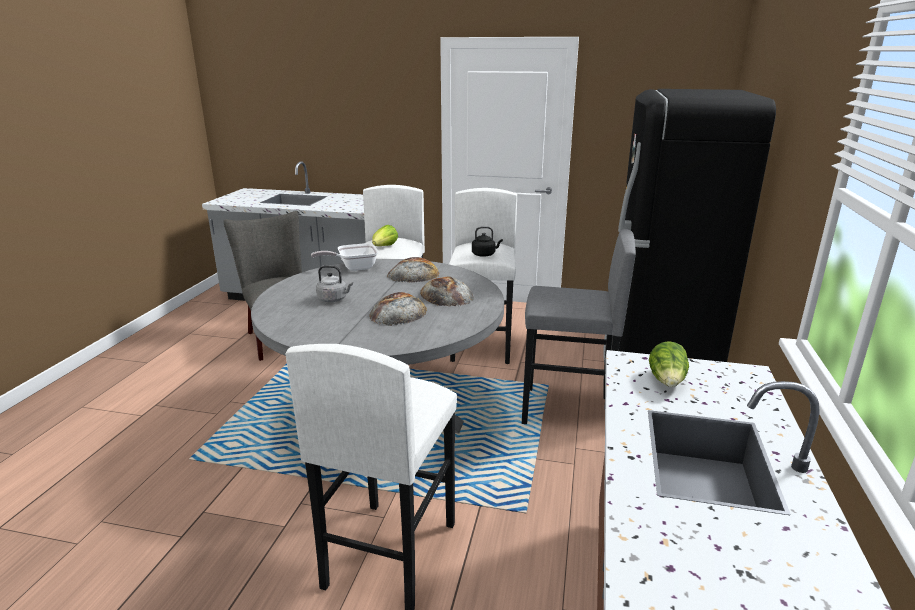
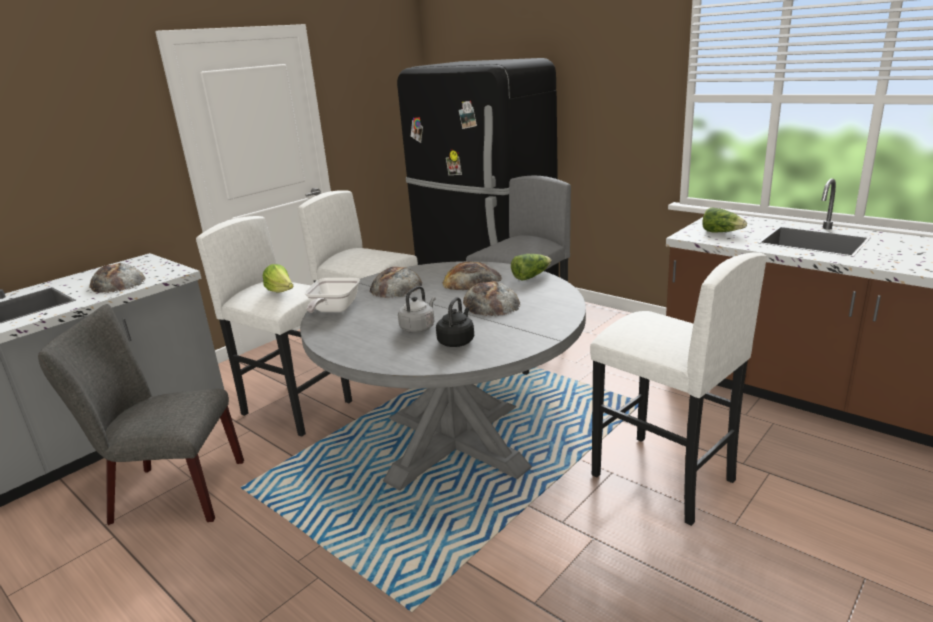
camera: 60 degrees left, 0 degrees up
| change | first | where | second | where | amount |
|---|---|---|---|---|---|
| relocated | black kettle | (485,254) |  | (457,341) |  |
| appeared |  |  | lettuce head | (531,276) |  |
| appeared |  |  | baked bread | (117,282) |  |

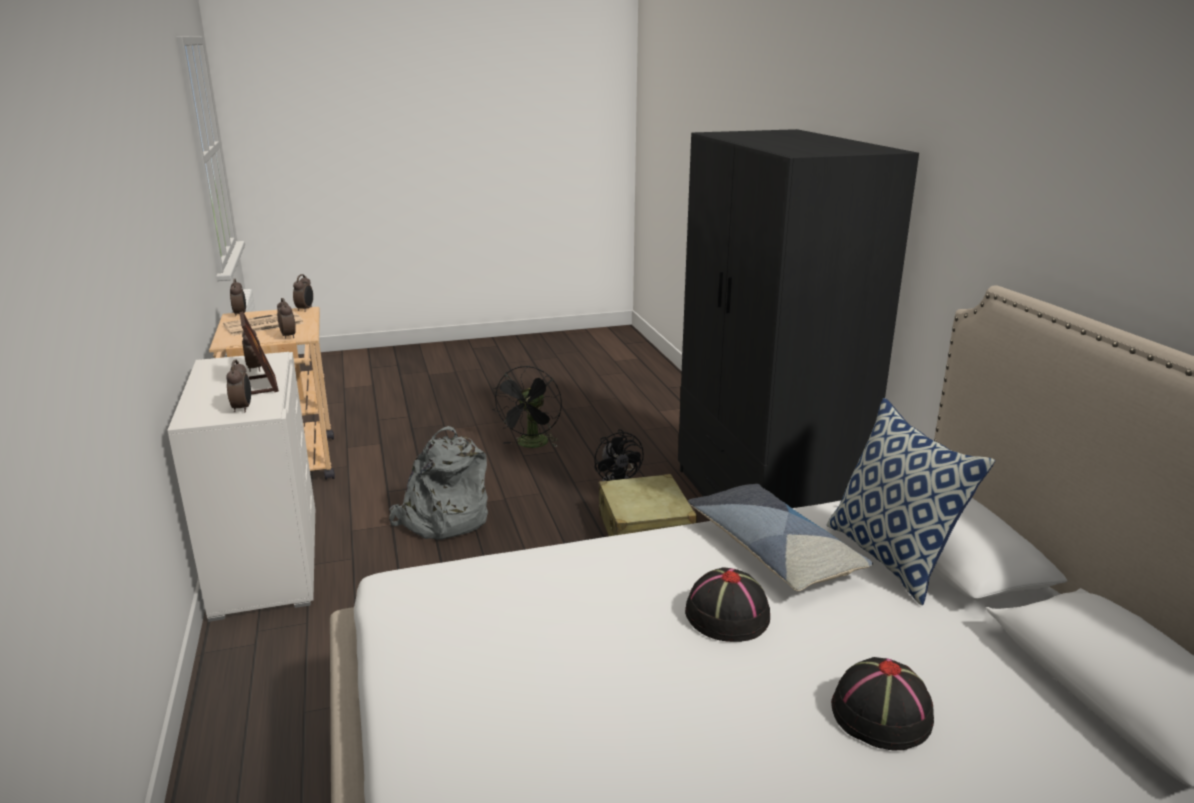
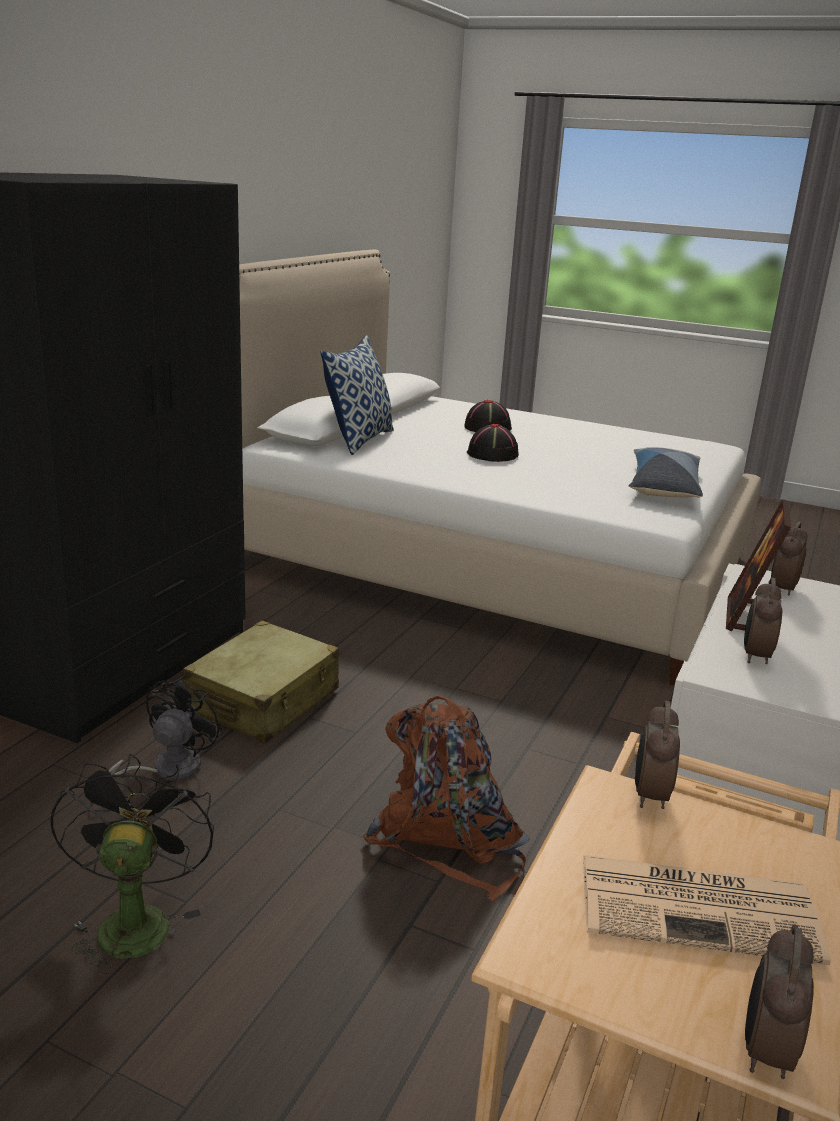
camera: 140 degrees left, 0 degrees up
| change | first | where | second | where | amount |
|---|---|---|---|---|---|
| missing | bedside clock | (305,309) |  |  |  |
| spun | black electric fan | (531,445) |  | (134,920) | 60 degrees counterclockwise |
| colour | gray backpack | (442,520) | brownish backpack | (448,838) |  |
| relocated | cushion | (772,549) |  | (663,486) |  |

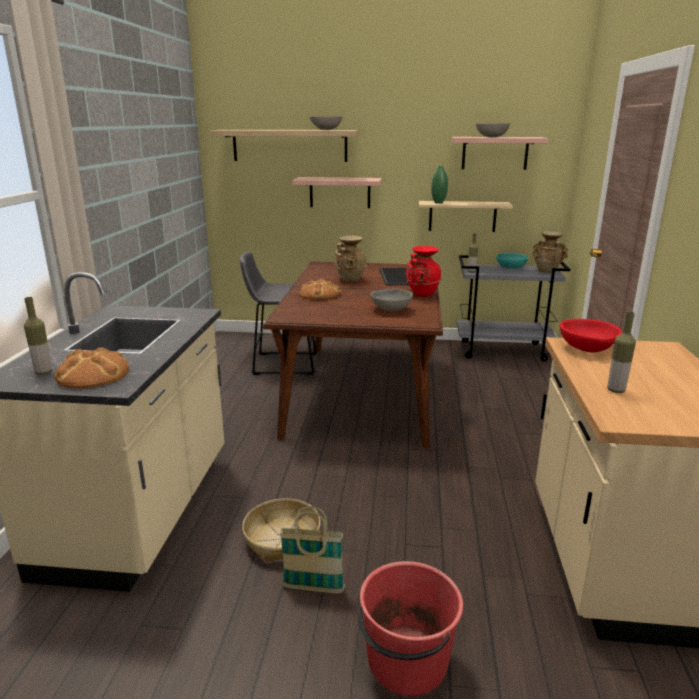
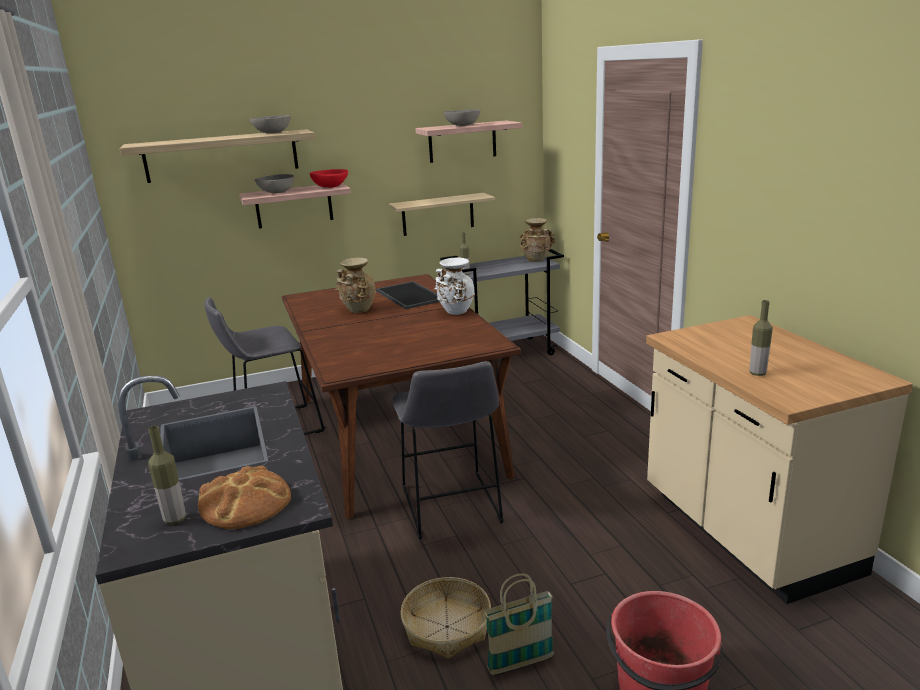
camera: 25 degrees left, 0 degrees up
| change | first | where | second | where | amount |
|---|---|---|---|---|---|
| missing | green-coloured flower vase | (438,203) |  |  |  |
| colour | reddish flower vase | (421,294) | whitish flower vase | (455,312) |  |
| missing | turquoise-coloured deep dish | (510,268) |  |  |  |
| missing | baked bread | (319,294) |  |  |  |
| relocated | gray deep dish | (390,309) |  | (276,192) |  |
| relocated | reddish deep dish | (587,349) |  | (330,187) |  |
| appeared |  |  | gray stool | (451,509) |  |

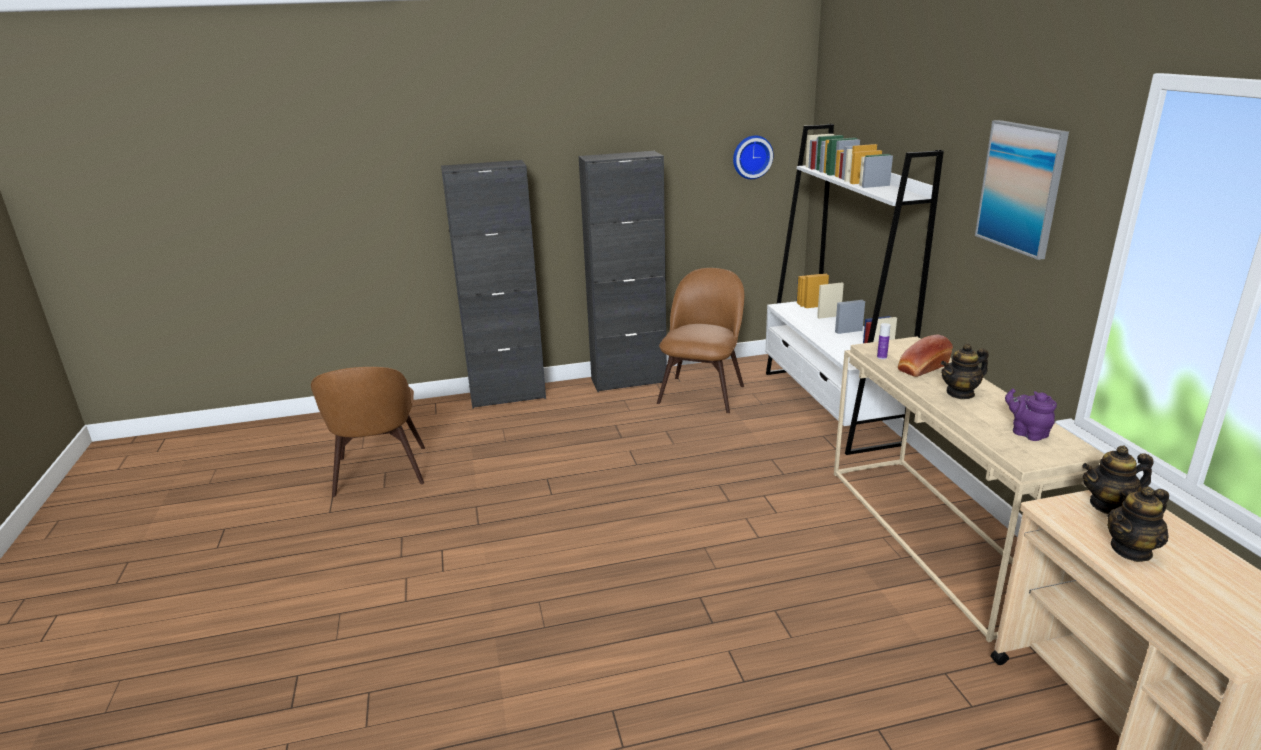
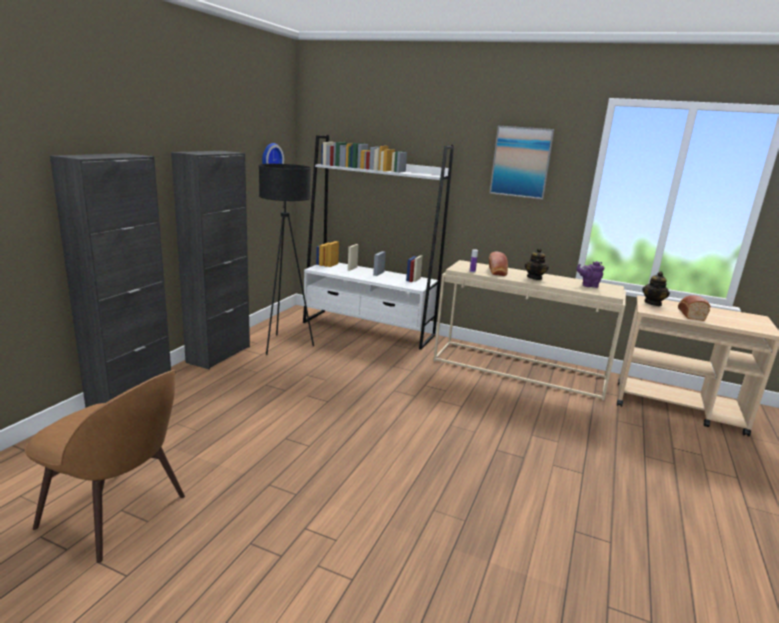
camera: 55 degrees left, 5 degrees down
| change | first | where | second | where | amount |
|---|---|---|---|---|---|
| exchanged | brownish chair | (702,392) | black floor lamp | (285,345) |  |
| exchanged | tea pot | (1131,550) | baked bread | (690,314) |  |

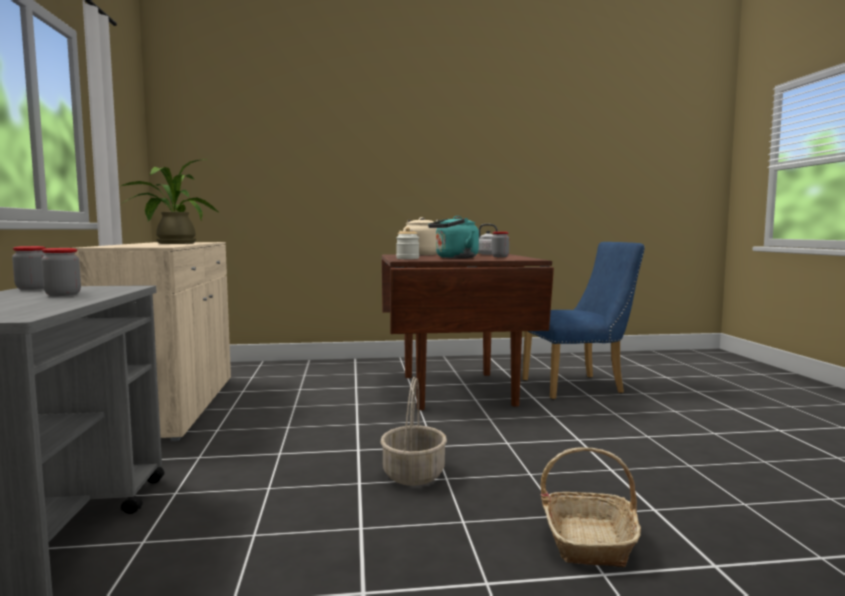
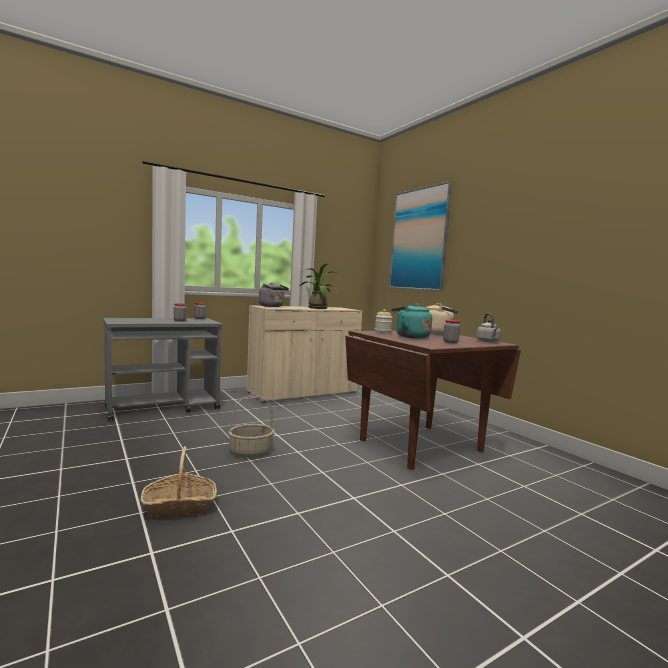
camera: 65 degrees right, 0 degrees up
| change | first | where | second | where | amount |
|---|---|---|---|---|---|
| missing | blue-coloured chair | (579,387) |  |  |  |
| appeared |  |  | wall art | (419,239) |  |
| appeared |  |  | gray kettle | (272,306) |  |

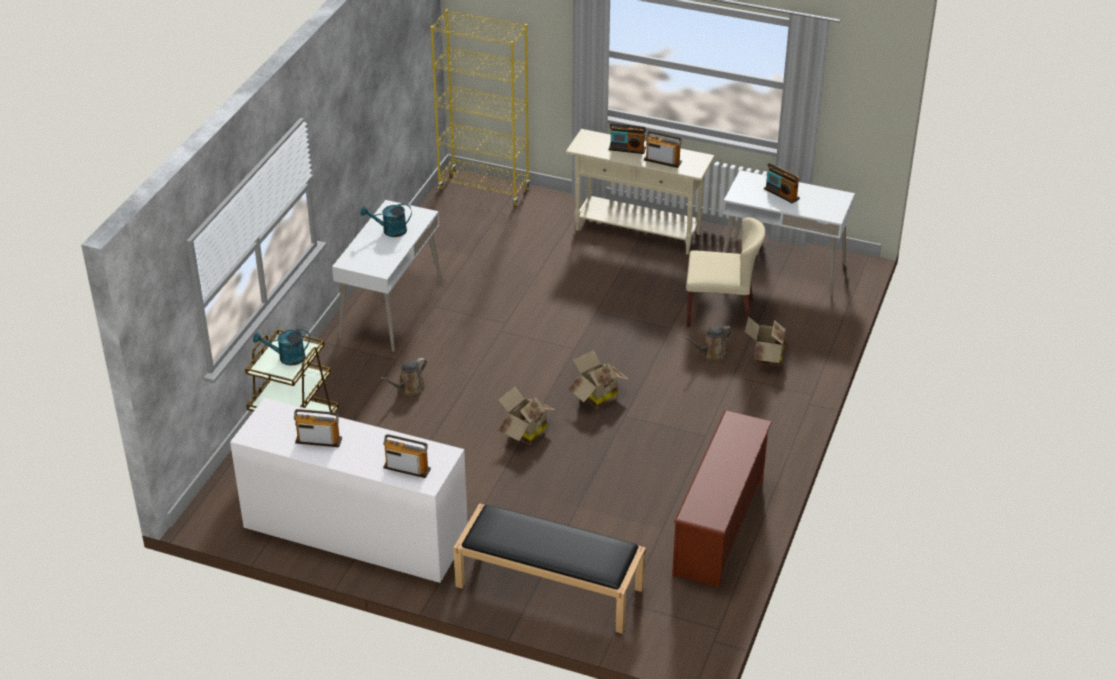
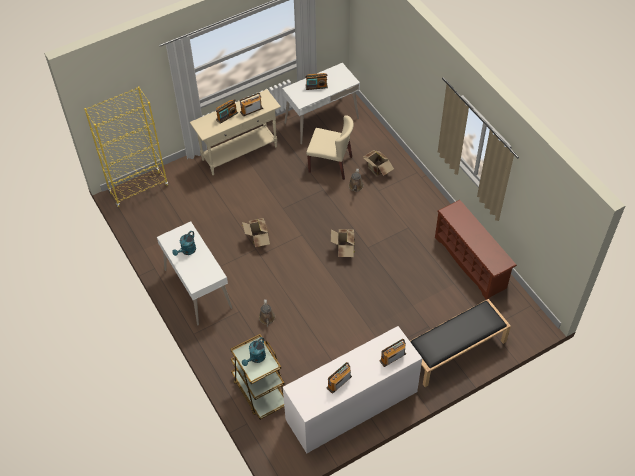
camera: 50 degrees left, 15 degrees up
| change | first | where | second | where | amount |
|---|---|---|---|---|---|
| spun | sand-coloured chair | (720,313) |  | (331,164) | 60 degrees clockwise |
| relocated | packing box | (524,432) |  | (258,239) |  |

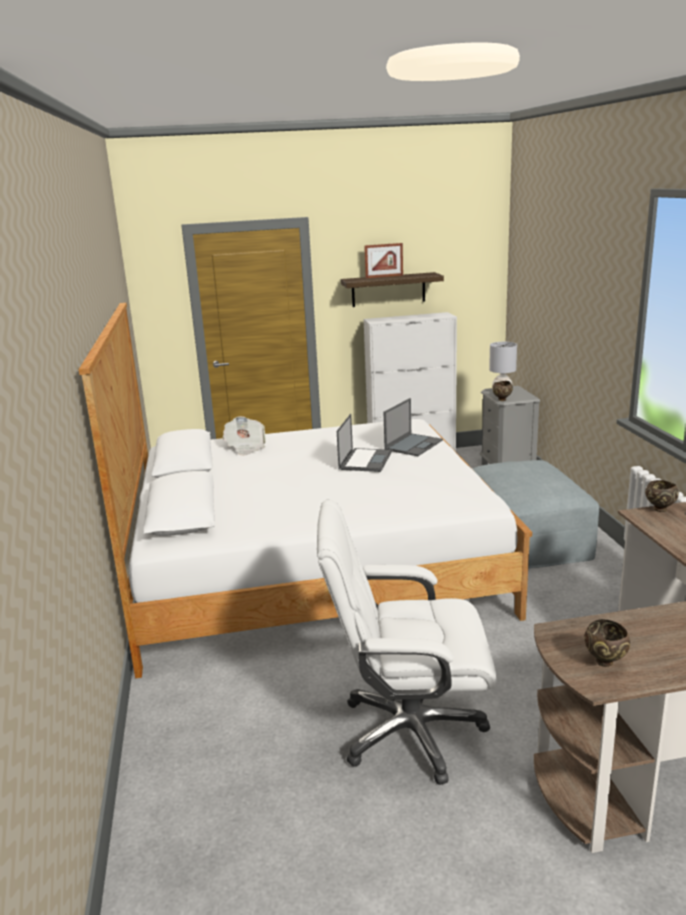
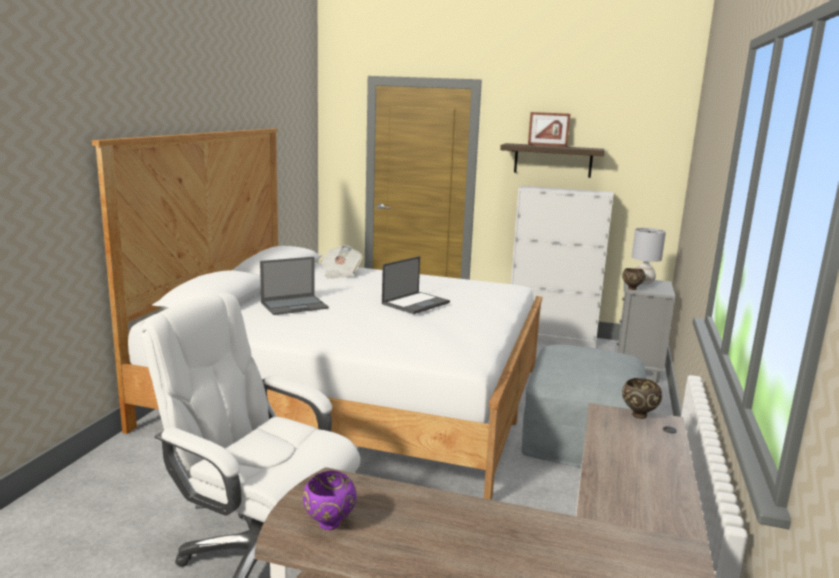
camera: 25 degrees right, 5 degrees down
| change | first | where | second | where | amount |
|---|---|---|---|---|---|
| relocated | laptop | (414,445) |  | (295,305) |  |
| colour | brownish deep dish | (605,662) | purplish deep dish | (329,525) |  |

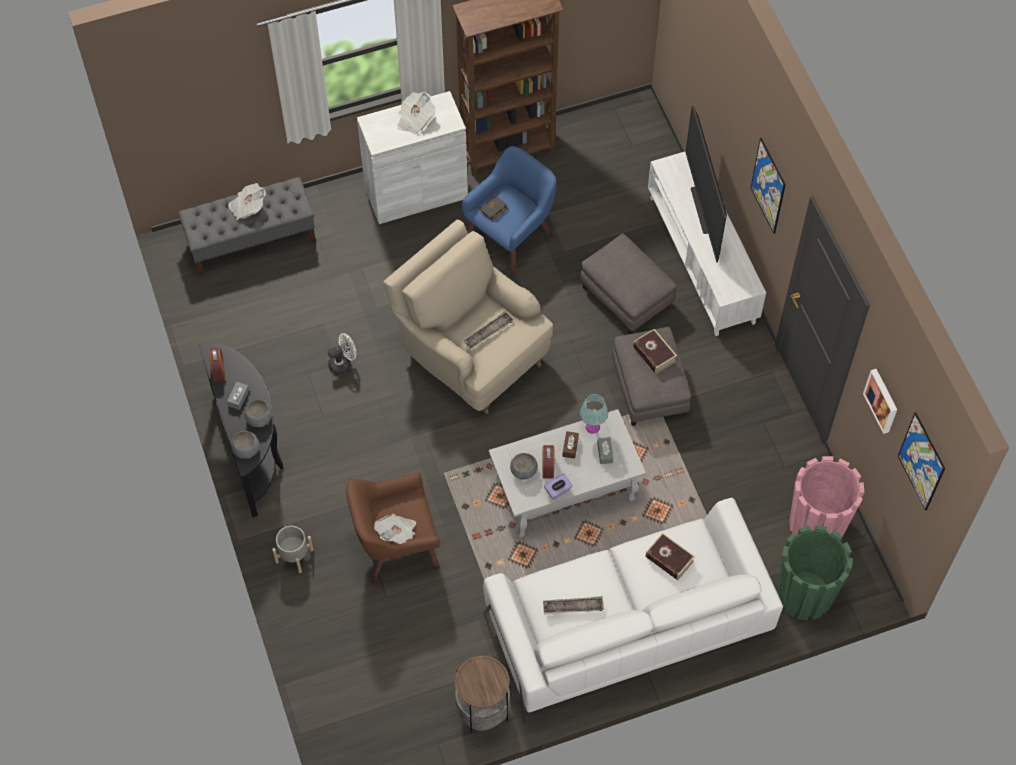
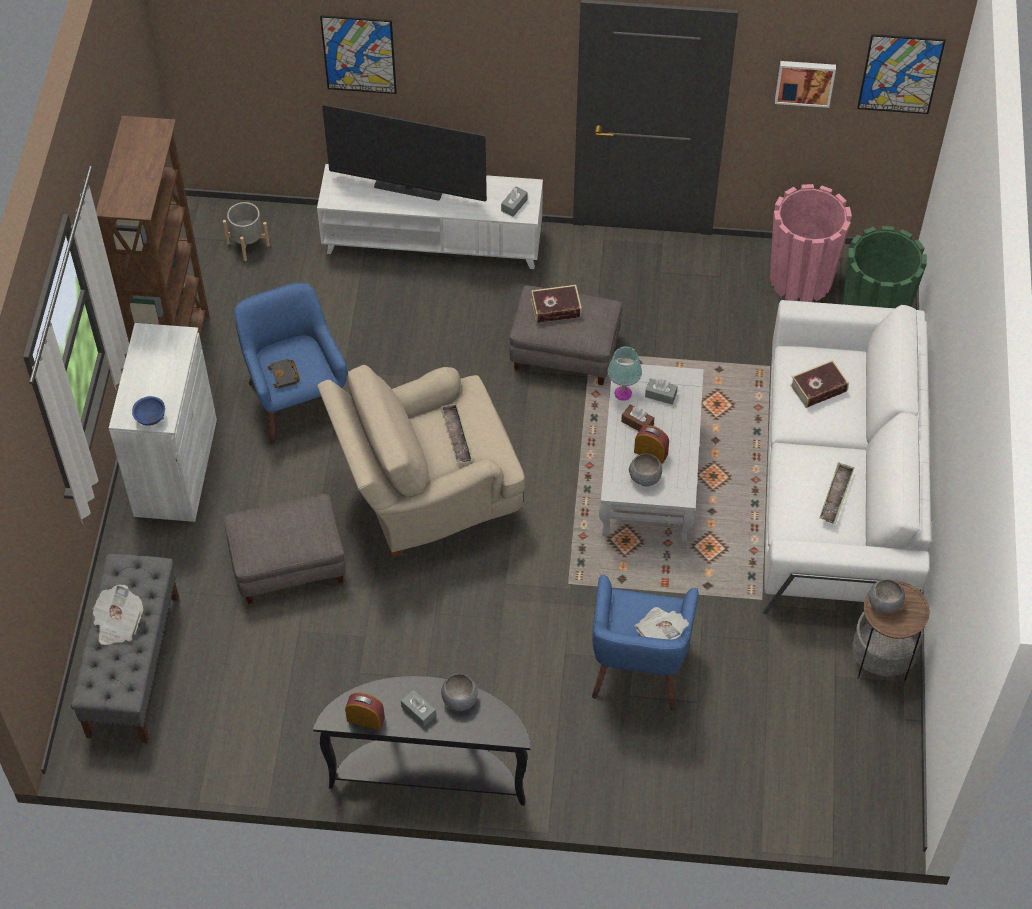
camera: 65 degrees left, 5 degrees down
| change | first | where | second | where | amount |
|---|---|---|---|---|---|
| missing | printed paper | (415,119) |  |  |  |
| relocated | wall art | (768,186) |  | (359,54) |  |
| relocated | gray pouffe | (627,296) |  | (288,563) |  |
| missing | whitish electric fan | (343,363) |  |  |  |
| relocated | gray deep dish | (246,450) |  | (885,603) |  |
| colour | brownish easy chair | (396,546) | blue-coloured easy chair | (638,667) |  |
| missing | purplish box of tissues | (558,490) |  |  |  |
| relocated | gray planter | (294,555) |  | (248,244) |  |
| appeared |  |  | gray box of tissues | (514,205) |  |
| appeared |  |  | blue-coloured deep dish | (150,419) |  |

